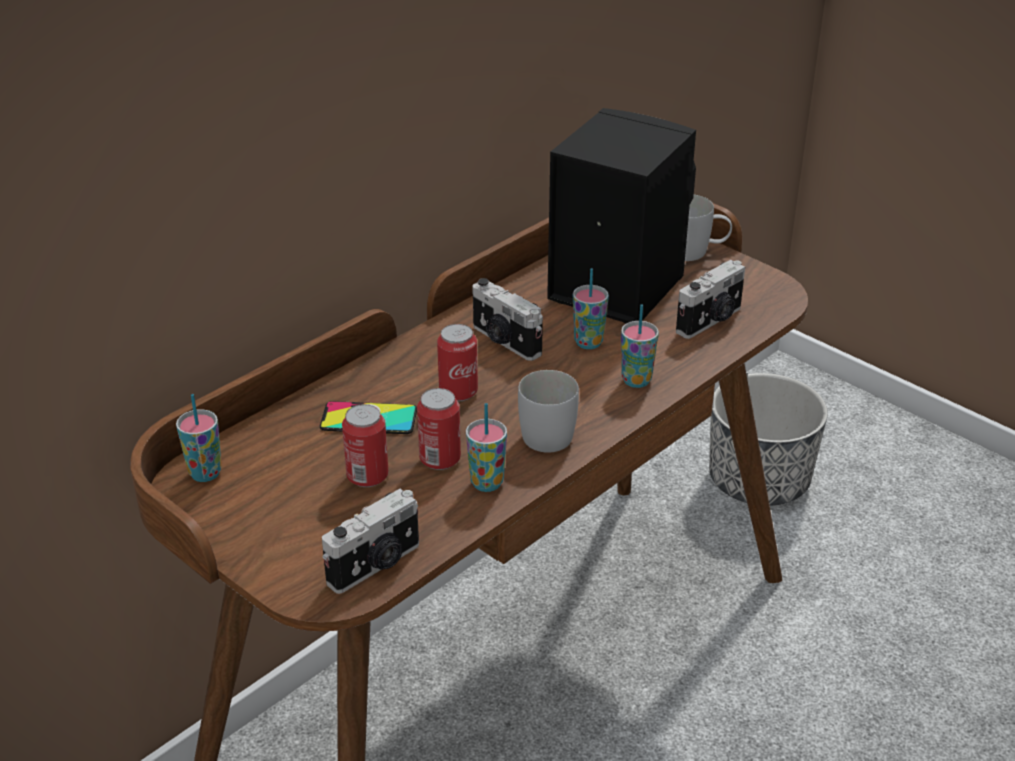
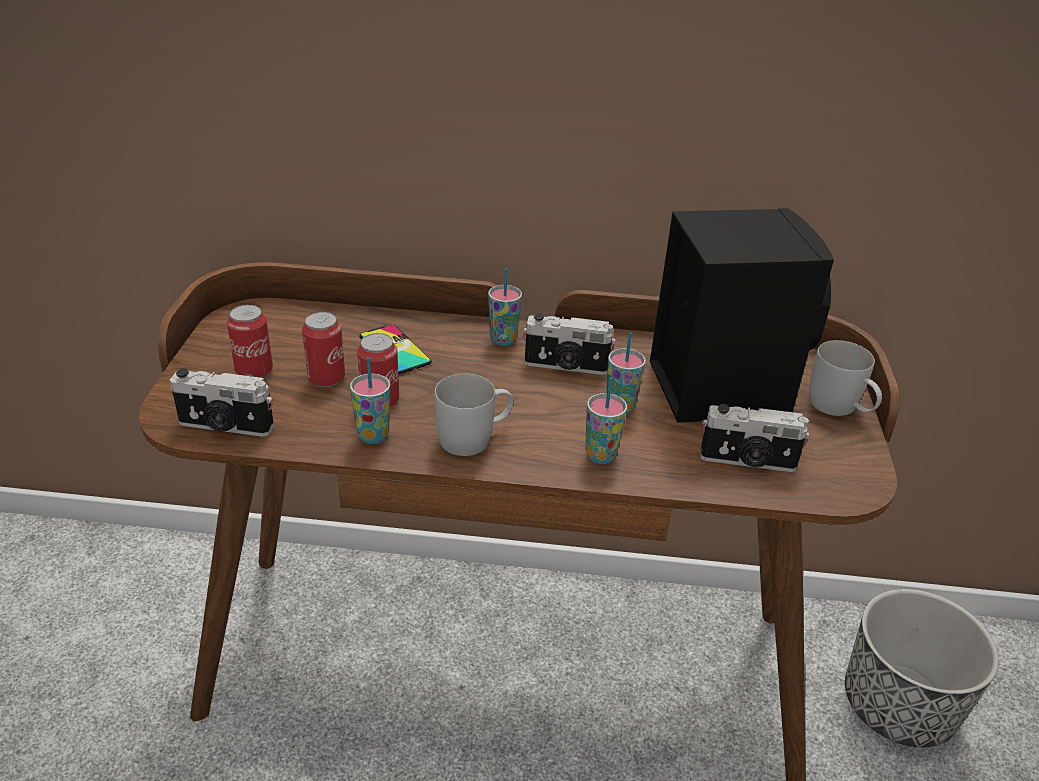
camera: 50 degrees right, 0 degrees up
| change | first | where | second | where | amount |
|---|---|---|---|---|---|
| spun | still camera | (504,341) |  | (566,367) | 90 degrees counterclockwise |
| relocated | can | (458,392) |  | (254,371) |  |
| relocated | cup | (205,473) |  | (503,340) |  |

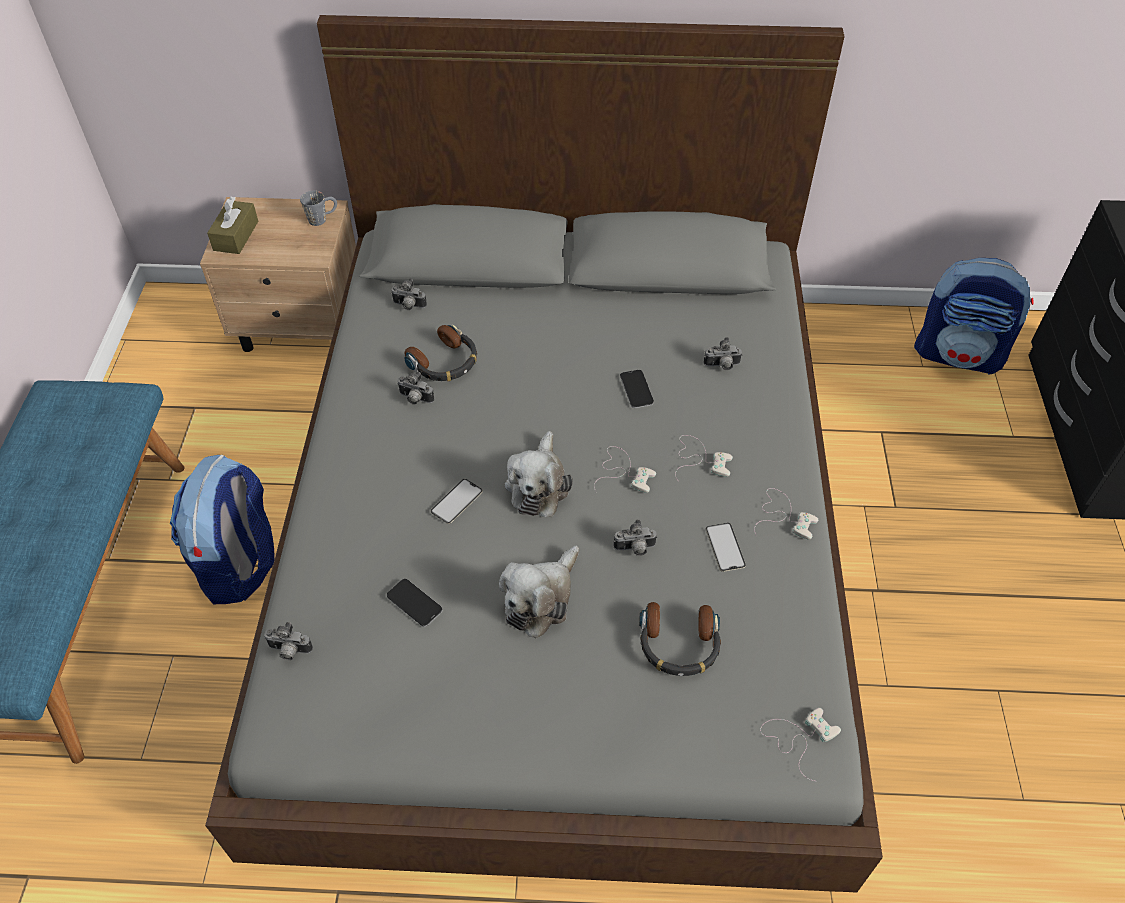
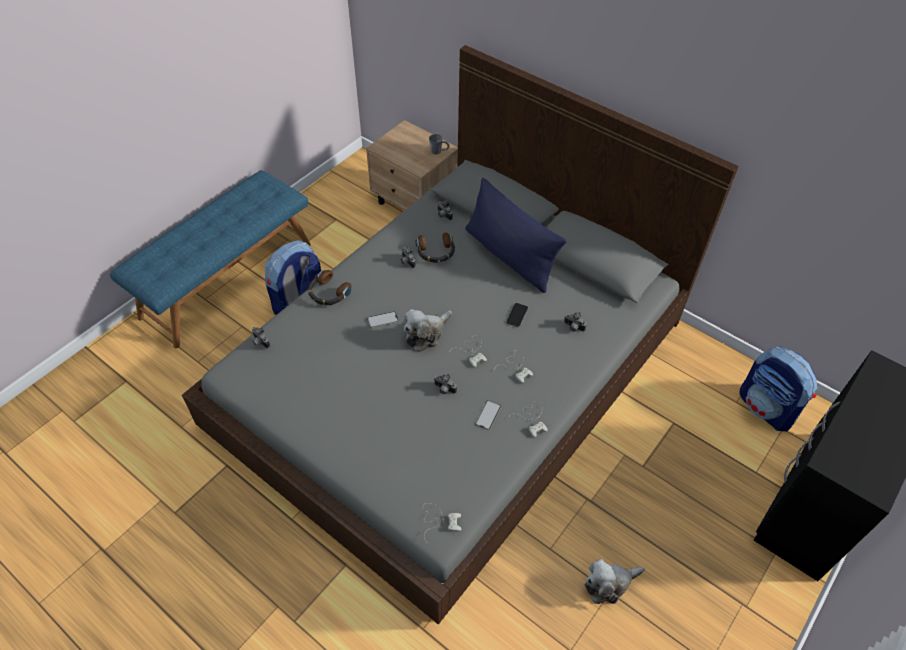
camera: 35 degrees right, 0 degrees up
| change | first | where | second | where | amount |
|---|---|---|---|---|---|
| missing | brownish box of tissues | (236,236) |  |  |  |
| relocated | cuddly toy | (540,599) |  | (609,584) |  |
| missing | telephone | (414,603) |  |  |  |
| relocated | headphones | (678,645) |  | (328,293) |  |
| appeared |  |  | blue-coloured cushion | (509,256) |  |

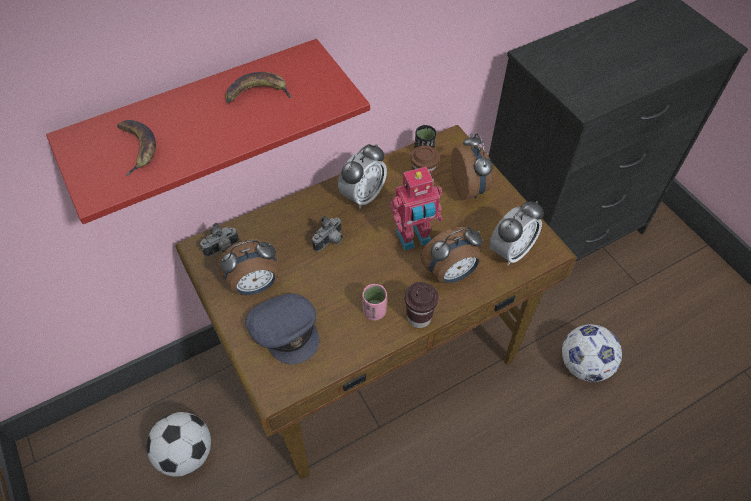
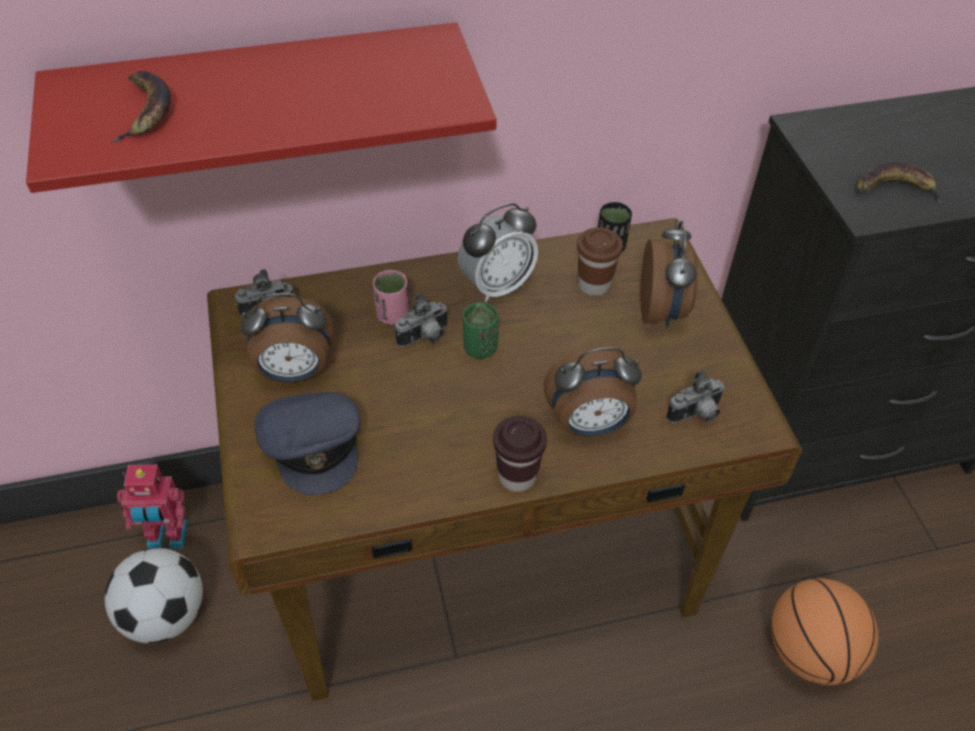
camera: 15 degrees right, 5 degrees down
| change | first | where | second | where | amount |
|---|---|---|---|---|---|
| relocated | banana | (257,93) |  | (894,189) |  |
| relocated | toy robot | (414,238) |  | (167,538) |  |
| exchanged | bedside clock | (511,251) | still camera | (696,415) |  |
| relocated | pink-coloured cup | (374,311) |  | (392,315) |  |
| exchanged | football ball | (584,365) | basketball | (810,652) |  |
| appeared |  |  | green-coloured cup | (480,348) |  |

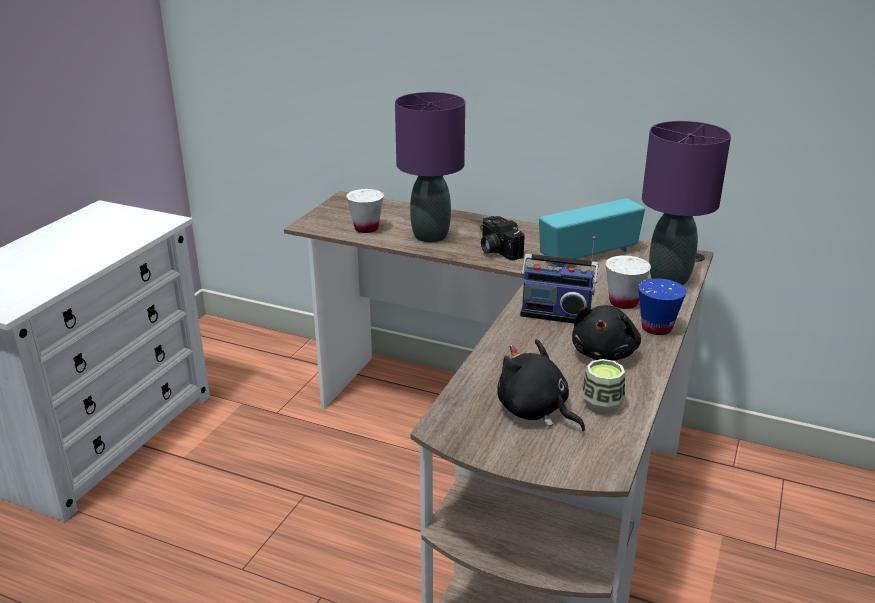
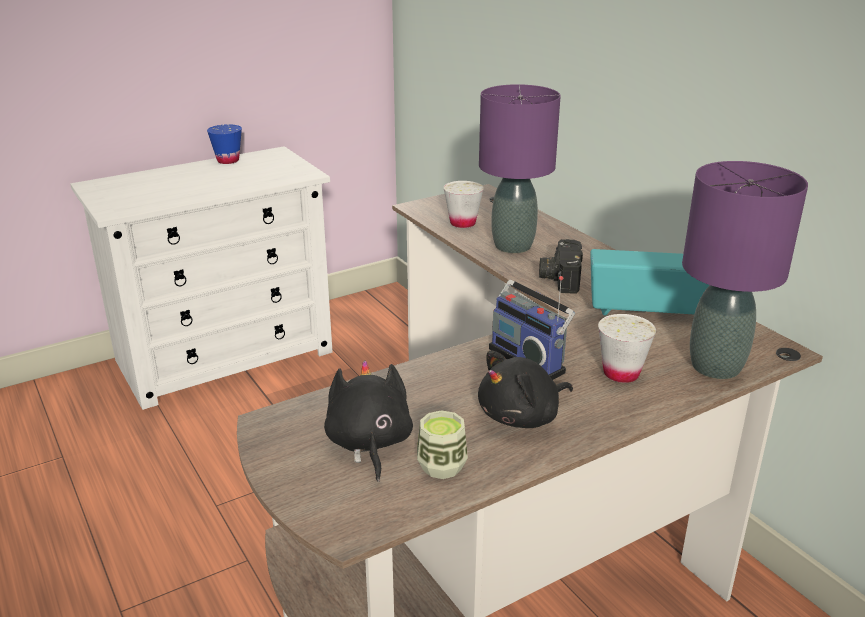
camera: 35 degrees right, 0 degrees up
| change | first | where | second | where | amount |
|---|---|---|---|---|---|
| relocated | blue-coloured cup | (656,328) |  | (228,160) |  |

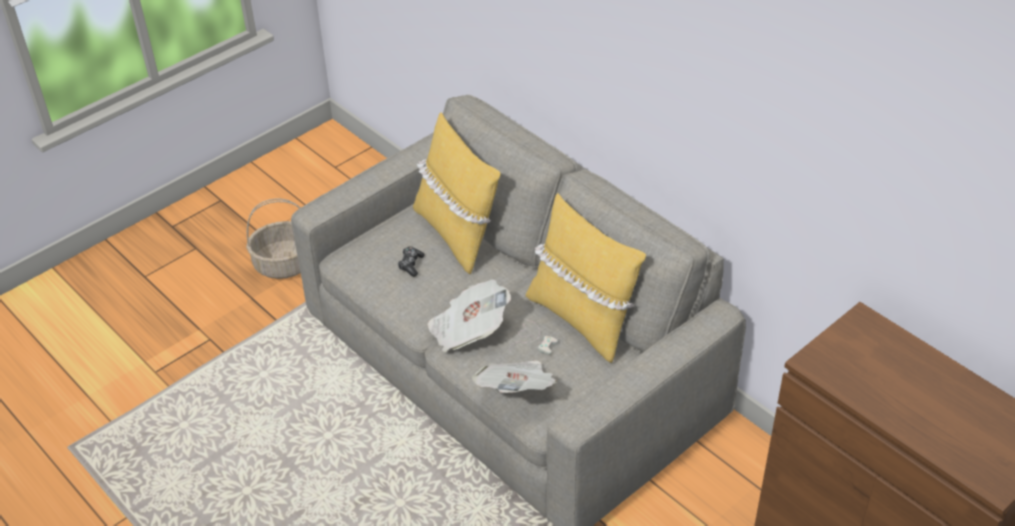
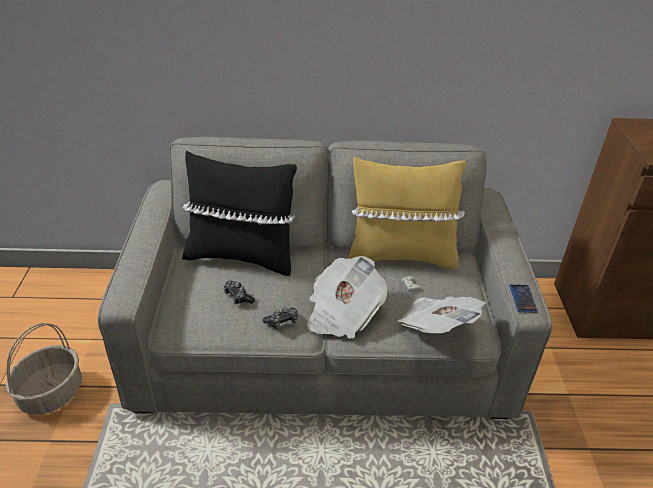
camera: 50 degrees left, 5 degrees down
| change | first | where | second | where | amount |
|---|---|---|---|---|---|
| colour | yellowish cushion | (457,234) | black cushion | (241,256) |  |
| appeared |  |  | telephone | (522,299) |  |
| appeared |  |  | gamepad | (282,321) |  |

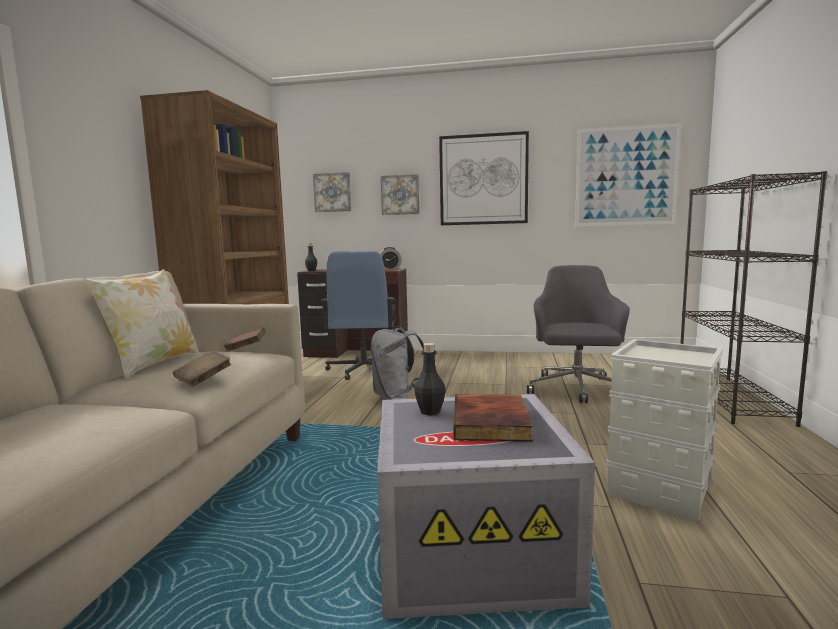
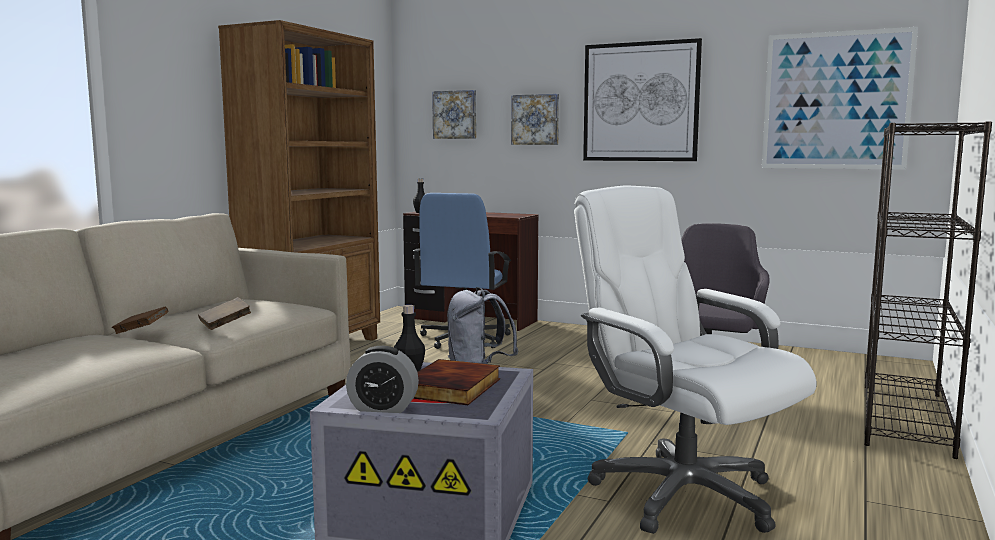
camera: 15 degrees right, 0 degrees up
| change | first | where | second | where | amount |
|---|---|---|---|---|---|
| relocated | bedside clock | (390,268) |  | (383,408) |  |
| missing | cushion | (152,364) |  |  |  |
| relocated | brownish book | (246,348) |  | (141,332) |  |
| exchanged | gray storage box | (658,488) | whitish office chair | (682,494) |  |

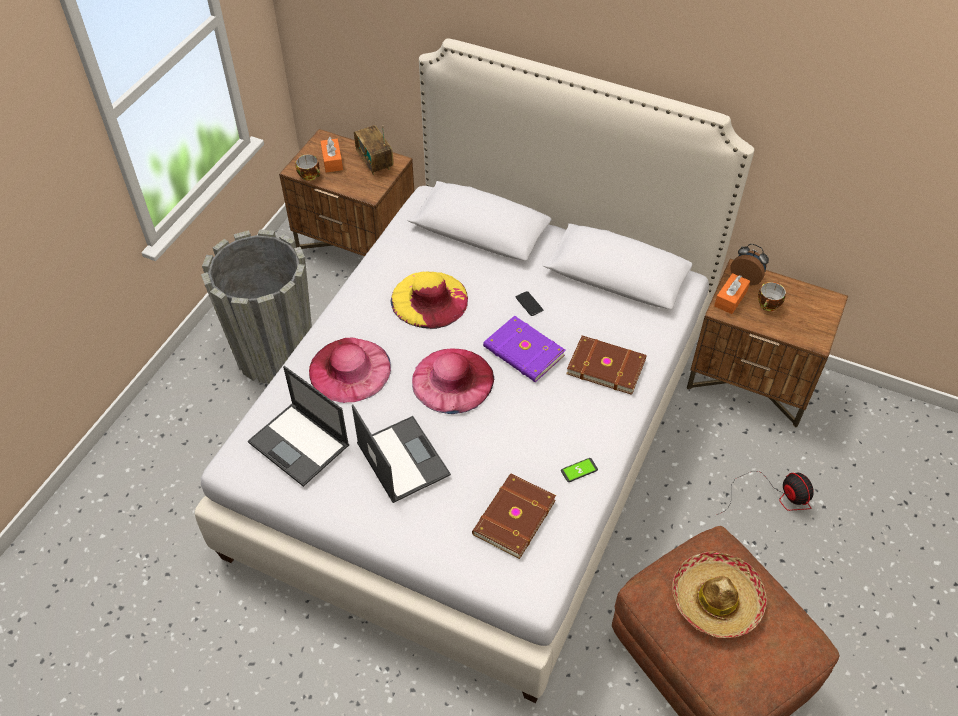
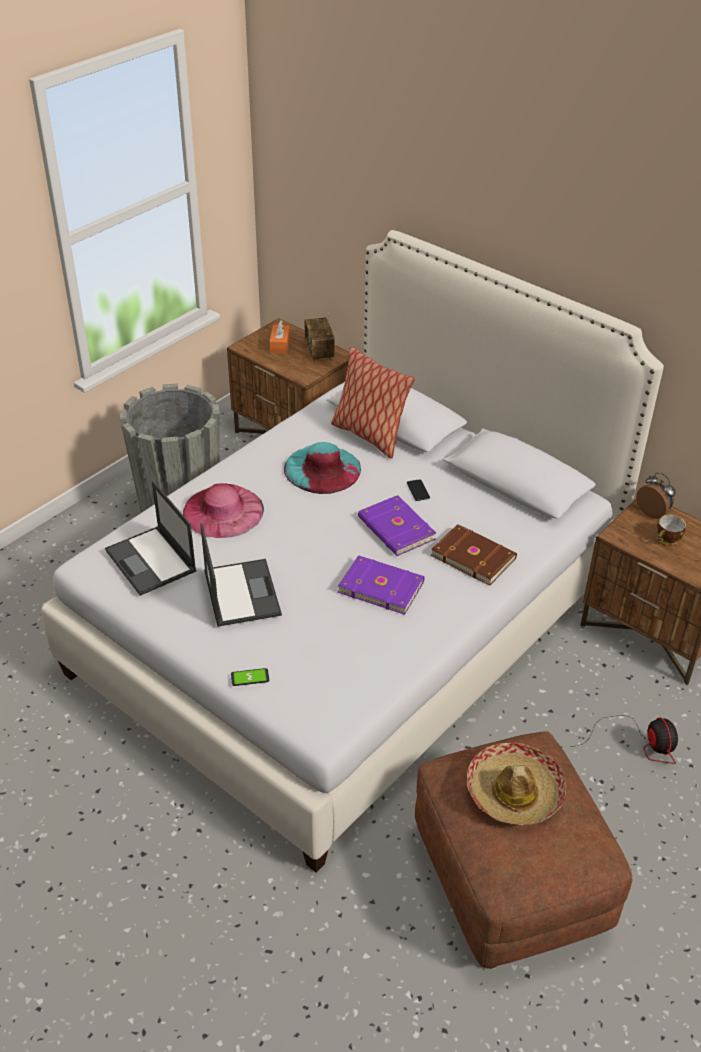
camera: 15 degrees right, 10 degrees down
| change | first | where | second | where | amount |
|---|---|---|---|---|---|
| missing | cup | (310,175) |  |  |  |
| colour | yellowish clothing hat | (429,299) | turquoise-coloured clothing hat | (322,469) |  |
| missing | orangey box of tissues | (730,299) |  |  |  |
| missing | pink-coloured clothing hat | (452,380) |  |  |  |
| relocated | telephone | (579,470) |  | (250,677) |  |
| missing | brownish book | (512,517) |  |  |  |
| appeared |  |  | cushion | (369,435) |  |
| appeared |  |  | purplish book | (381,586) |  |

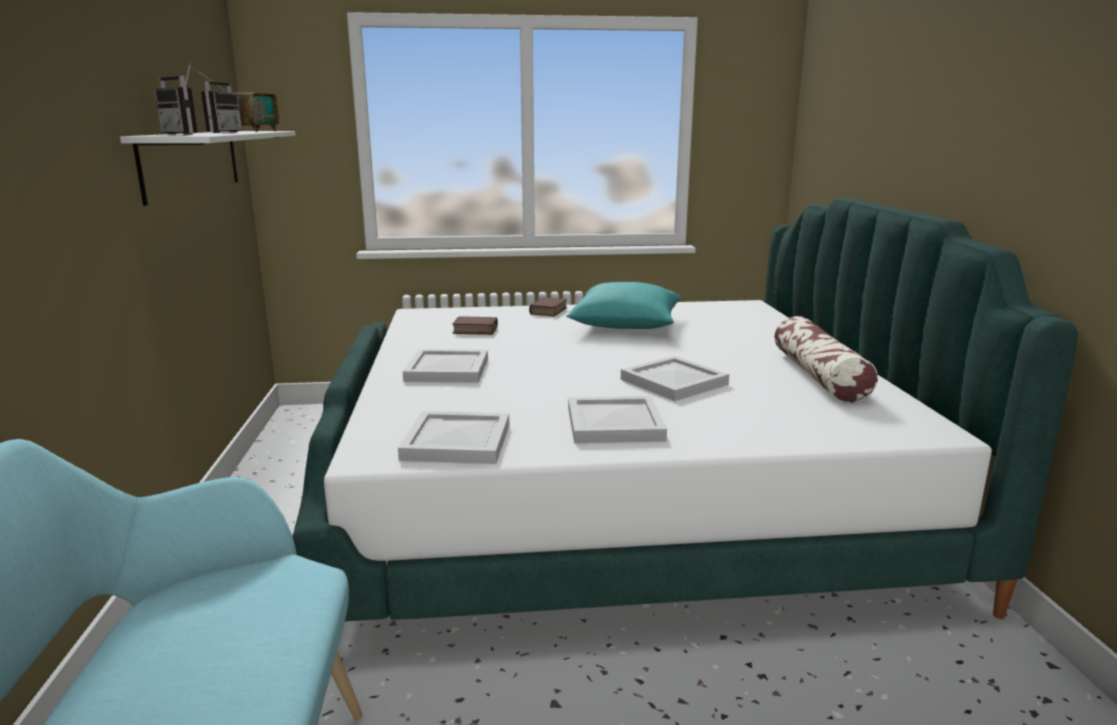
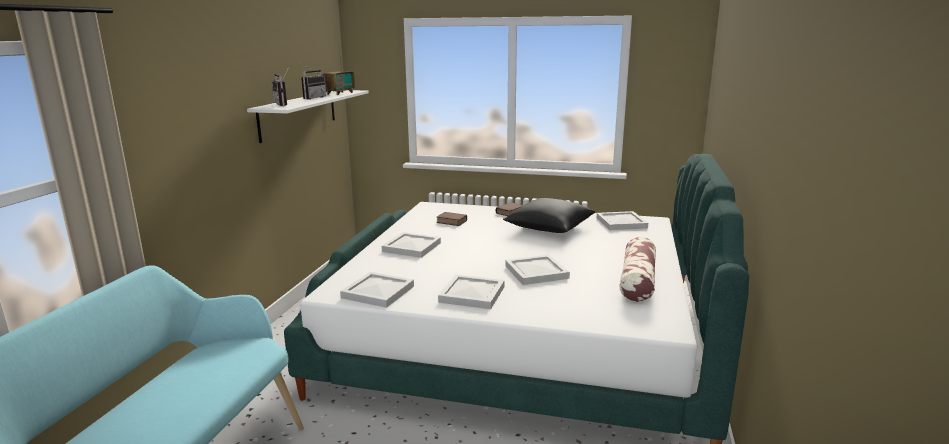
camera: 20 degrees right, 0 degrees up
| change | first | where | second | where | amount |
|---|---|---|---|---|---|
| colour | turquoise-coloured cushion | (626,325) | black cushion | (549,228) |  |
| appeared |  |  | whitish carrying tray | (621,223) |  |

